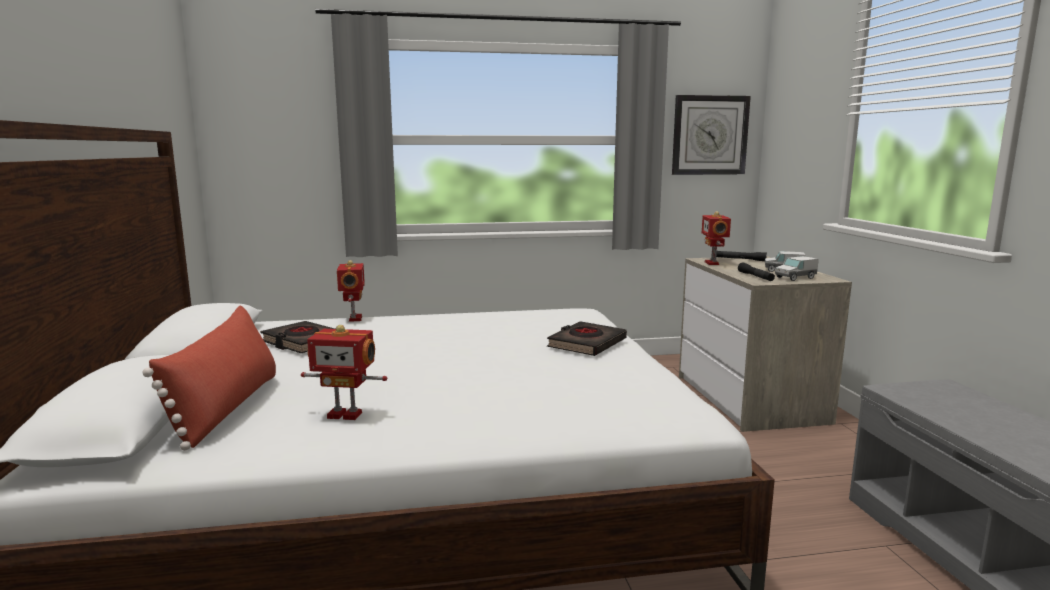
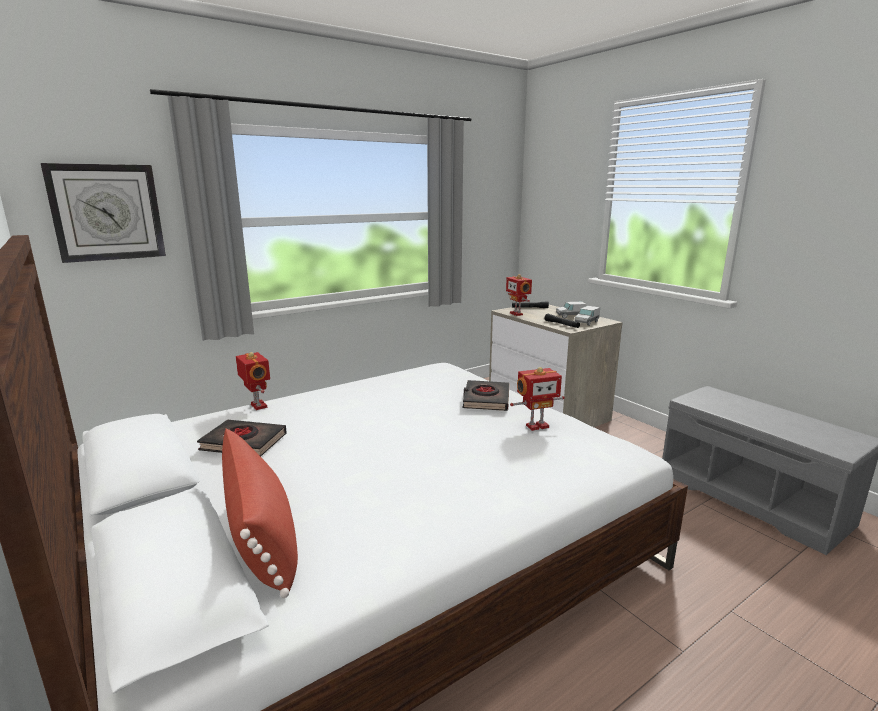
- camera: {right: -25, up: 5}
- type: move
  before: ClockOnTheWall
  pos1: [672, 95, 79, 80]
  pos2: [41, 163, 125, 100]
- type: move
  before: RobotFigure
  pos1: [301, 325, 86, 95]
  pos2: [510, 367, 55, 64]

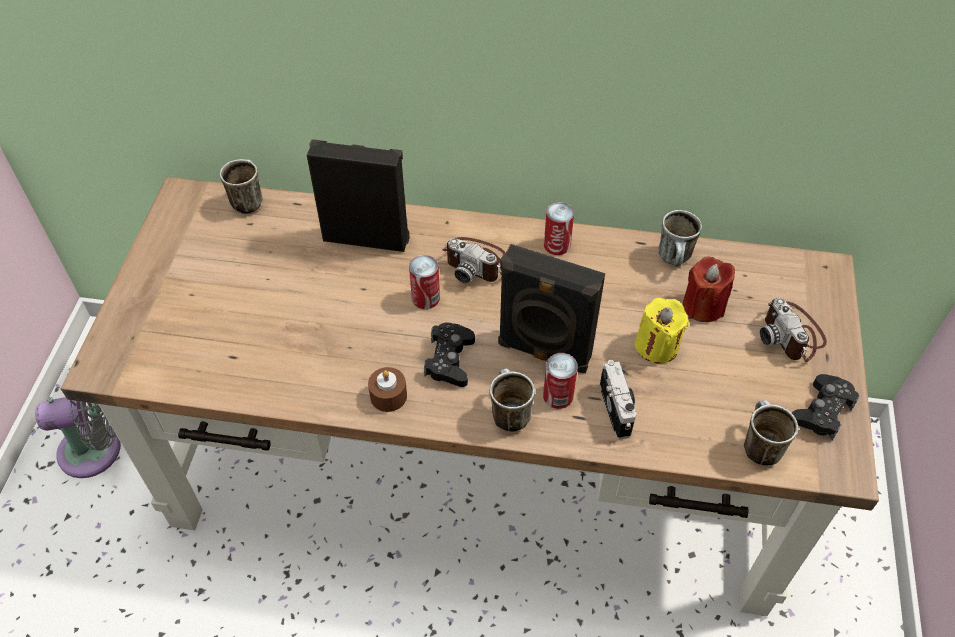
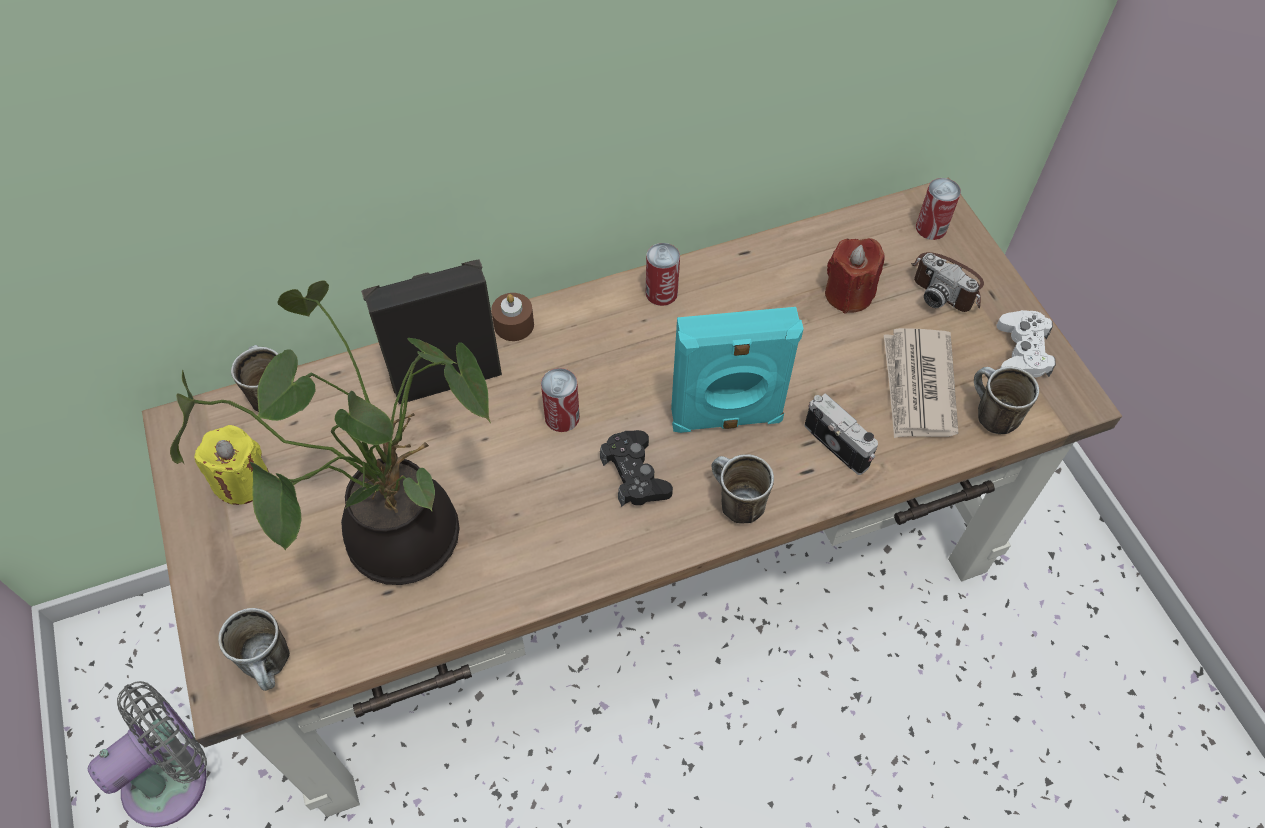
- camera: {right: -30, up: 5}
- type: move
  before: TeaMug
  pos1: [658, 210, 44, 56]
  pos2: [218, 608, 72, 83]
- type: delete
  before: PhotoCamera
  pos1: [442, 237, 63, 46]
- type: recolor
  before: BlackColouredLoudspeaker
  after: BlueGreenLoudspeaker
  pos1: [498, 244, 107, 129]
  pos2: [671, 307, 133, 126]
- type: move
  before: YellowishCandle
  pos1: [634, 298, 55, 66]
  pos2: [194, 425, 75, 80]
- type: move
  before: MetalCan
  pos1: [543, 353, 35, 56]
  pos2: [916, 178, 45, 62]
- type: move
  before: BrownCandle
  pos1: [368, 367, 39, 45]
  pos2: [491, 293, 43, 48]
- type: recolor
  before: BlackColouredGamepad
  after: WhiteColouredGamepad
  pos1: [792, 374, 68, 66]
  pos2: [997, 310, 59, 67]
- type: insert
  after: PottedPlant
  pos2: [170, 280, 321, 305]
- type: insert
  after: Newspaper
  pos2: [884, 328, 74, 110]

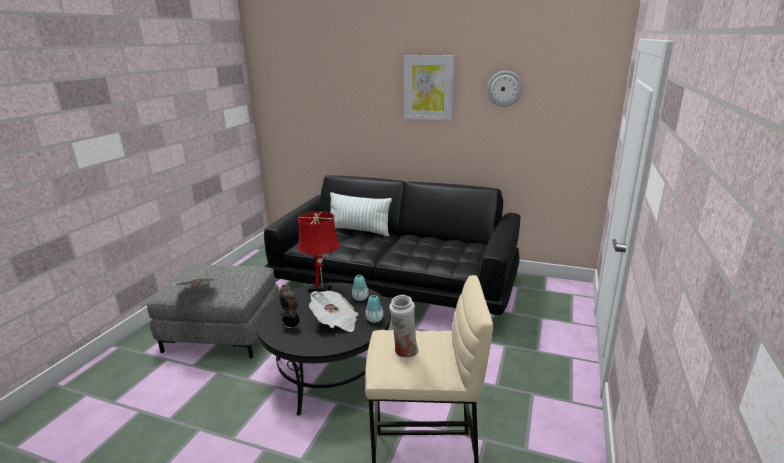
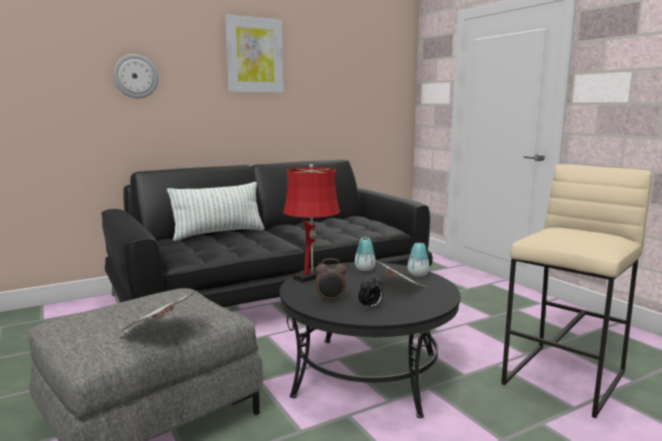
- camera: {right: -50, up: -10}
- type: move
  before: ClockOnTheWall
  pos1: [487, 71, 36, 36]
  pos2: [113, 54, 45, 44]
- type: delete
  before: WhiteColouredDecorativeVase
  pos1: [389, 295, 30, 62]

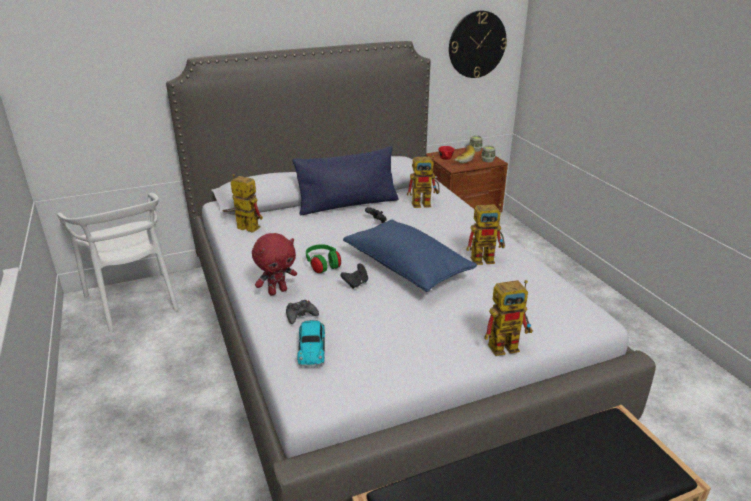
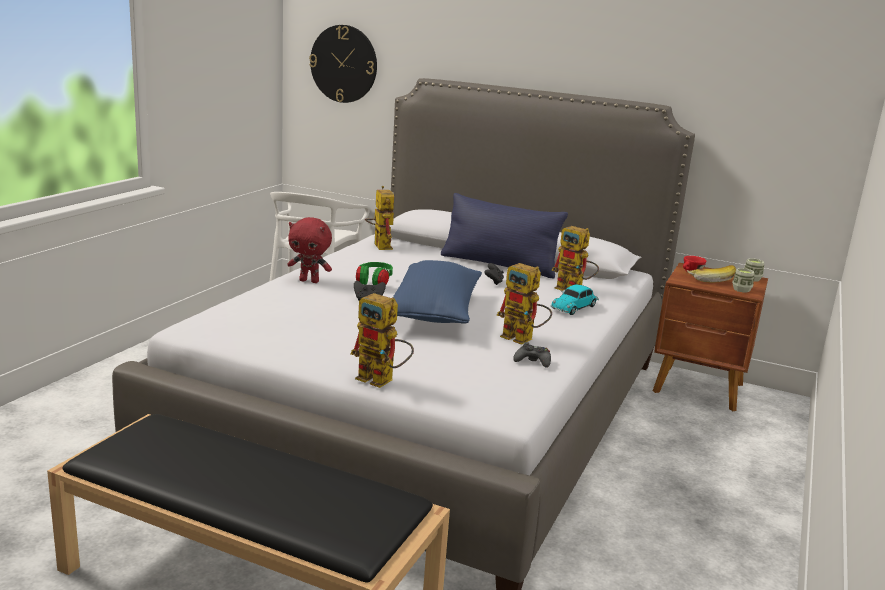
- camera: {right: 45, up: -10}
- type: move
  before: ClockOnTheWall
  pos1: [449, 11, 58, 67]
  pos2: [309, 25, 68, 78]
- type: move
  before: BlackColouredGamepad
  pos1: [286, 300, 33, 24]
  pos2: [513, 342, 38, 26]
- type: move
  before: ToyCar
  pos1: [297, 320, 28, 47]
  pos2: [551, 284, 48, 31]

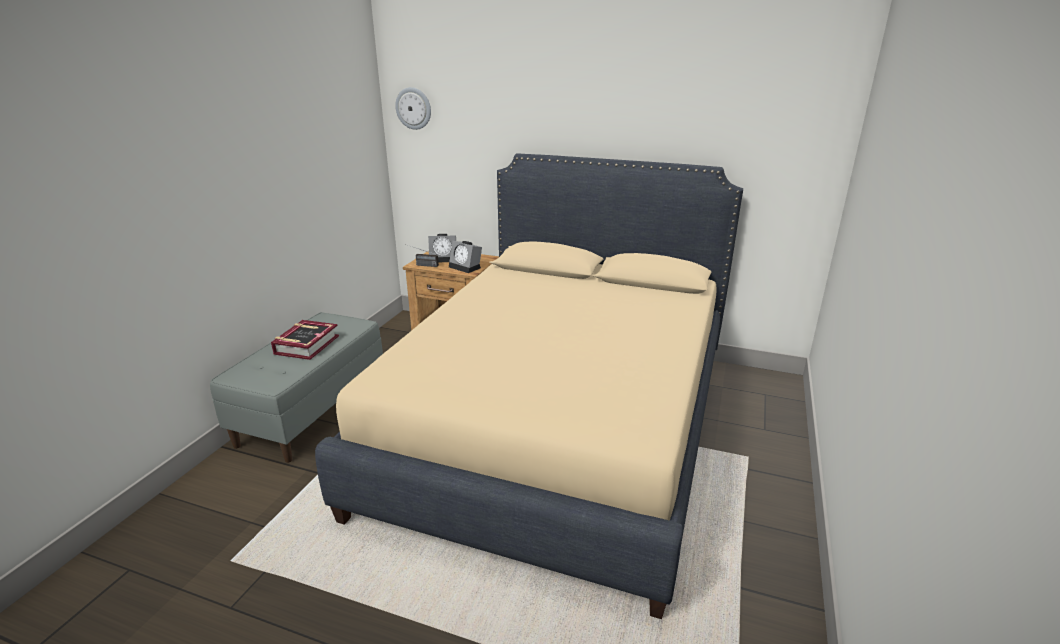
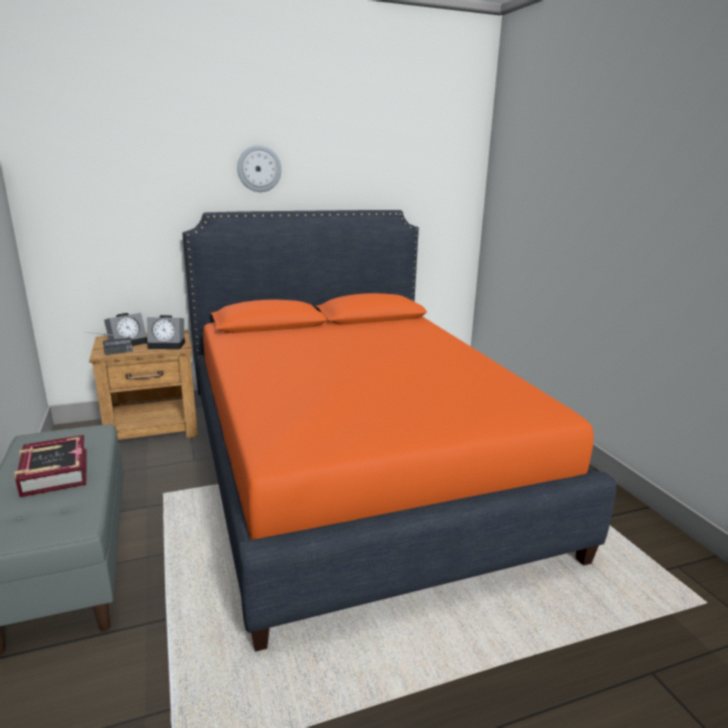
- camera: {right: -40, up: -5}
- type: move
  before: ClockOnTheWall
  pos1: [395, 87, 36, 43]
  pos2: [237, 145, 45, 47]
- type: recolor
  before: SandColouredBed
  after: OrangeBed
  pos1: [315, 153, 428, 466]
  pos2: [182, 210, 435, 442]

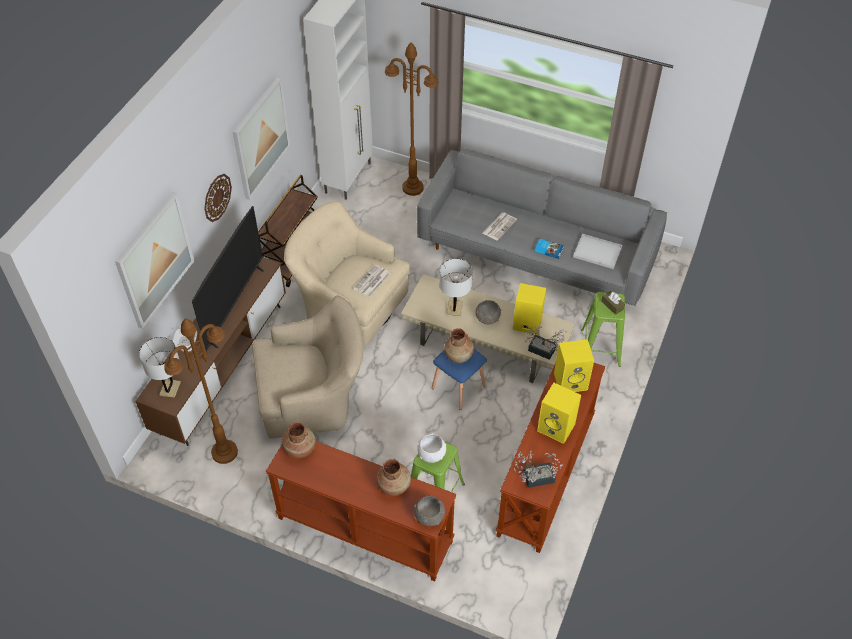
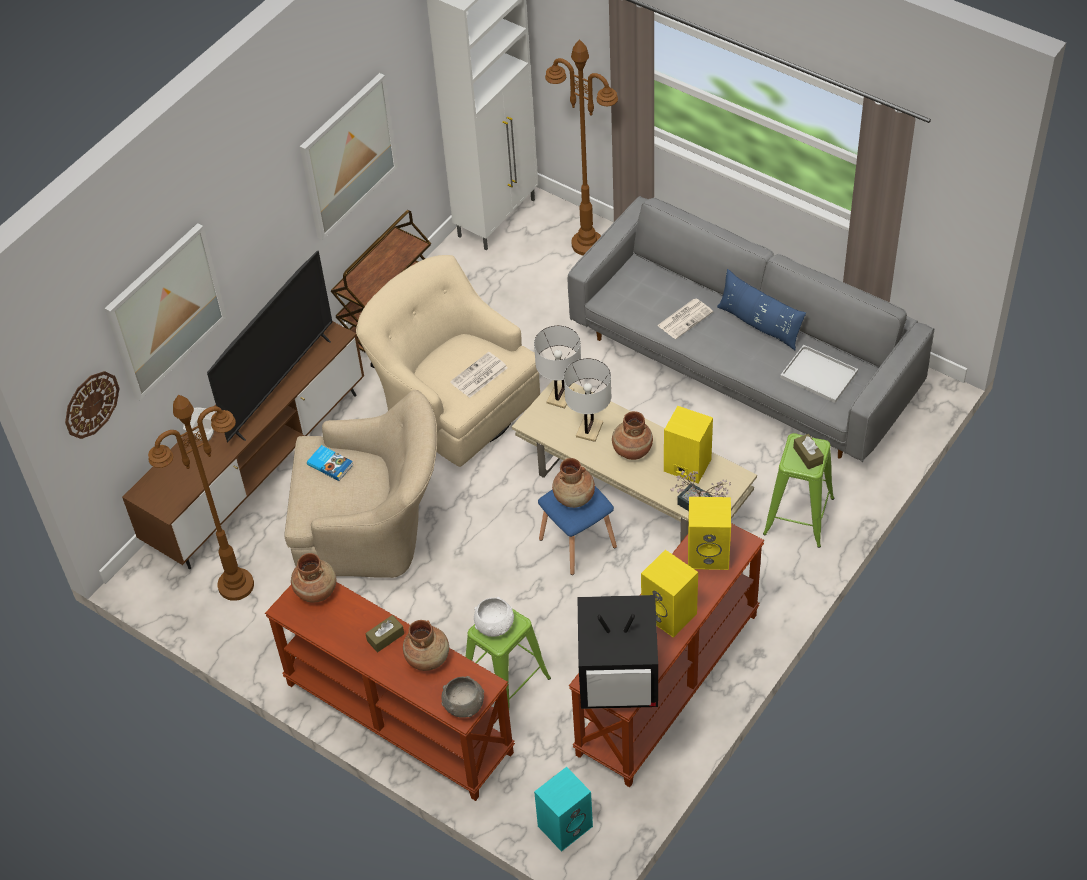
- camera: {right: 15, up: 0}
- type: move
  before: ClockOnTheWall
  pos1: [204, 174, 28, 48]
  pos2: [65, 371, 55, 68]
- type: move
  before: BoundBook
  pos1: [534, 239, 30, 20]
  pos2: [307, 445, 47, 36]
- type: replace
  before: GreyishServingBowl
  after: BrownDecorativeVase
  pos1: [475, 300, 26, 24]
  pos2: [612, 411, 41, 49]
- type: move
  before: WhiteColouredLampForATable
  pos1: [139, 337, 42, 61]
  pos2: [534, 325, 47, 83]
- type: replace
  before: PottedPlant
  after: Tv
  pos1: [514, 450, 49, 38]
  pos2: [577, 595, 81, 114]
- type: insert
  after: BluishPillow
  pos2: [717, 269, 89, 81]
- type: insert
  after: BrownBoxOfTissues
  pos2: [365, 615, 39, 37]
- type: insert
  after: BlueGreenLoudspeaker
  pos2: [534, 767, 59, 85]

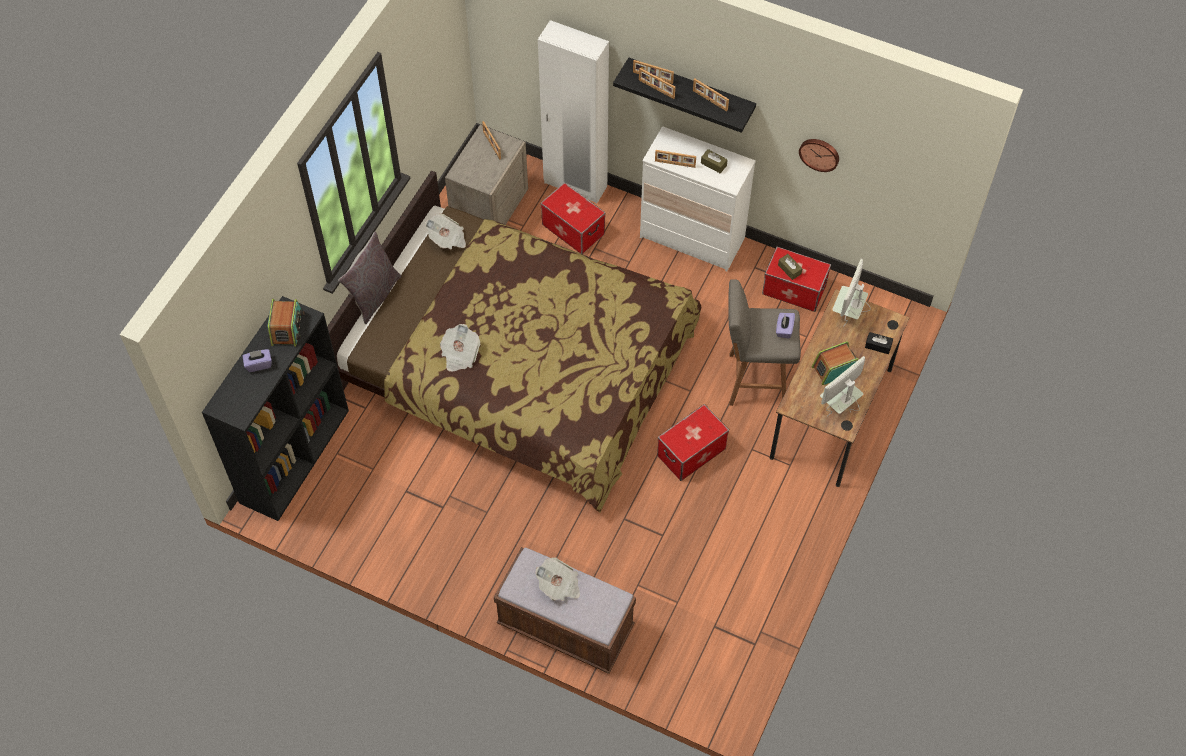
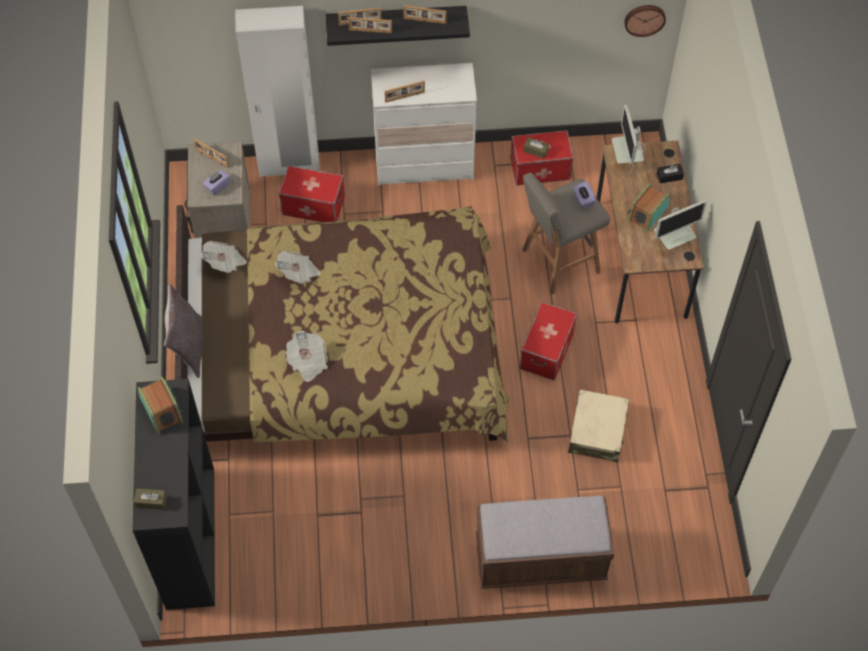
- camera: {right: -30, up: 0}
- type: move
  before: ClockOnTheWall
  pos1: [799, 139, 40, 33]
  pos2: [624, 5, 42, 32]
- type: move
  before: BrownBoxOfTissues
  pos1: [701, 149, 27, 25]
  pos2: [134, 488, 33, 22]
- type: move
  before: PurpleBoxOfTissues
  pos1: [243, 349, 29, 23]
  pos2: [203, 170, 27, 25]
- type: rotate
  before: ComputerScreen
  pos1: [820, 356, 45, 60]
  pos2: [654, 200, 52, 50]
  turn: -135
- type: move
  before: Newspaper
  pos1: [535, 557, 45, 44]
  pos2: [275, 250, 46, 34]
- type: insert
  after: SandColouredTravelCase
  pos2: [568, 389, 61, 73]

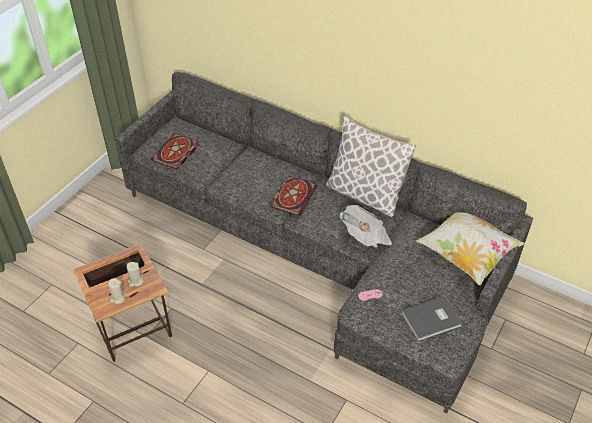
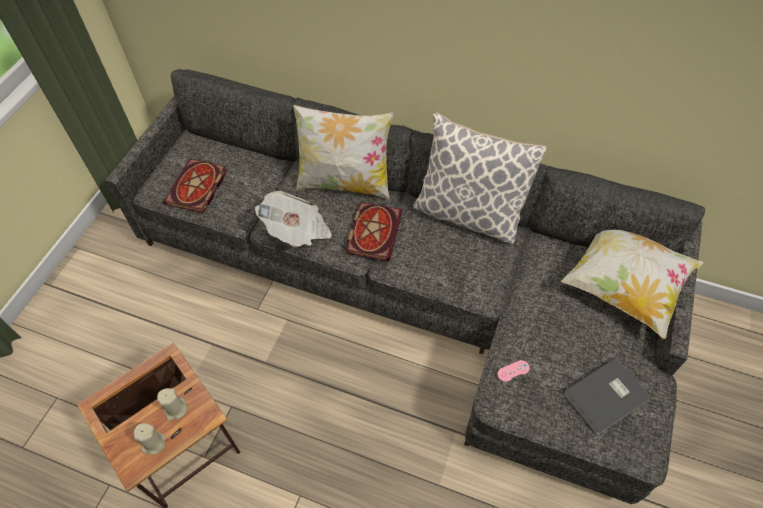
- camera: {right: -10, up: 10}
- type: move
  before: Newspaper
  pos1: [340, 205, 52, 43]
  pos2: [255, 191, 77, 56]
- type: insert
  after: Pillow
  pos2: [293, 105, 101, 95]

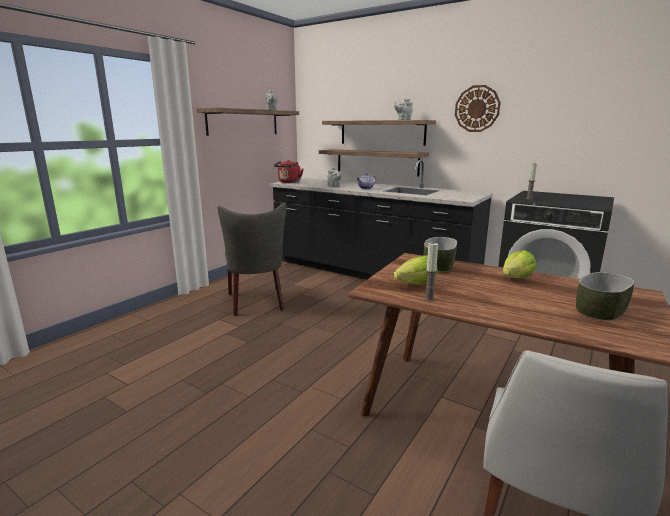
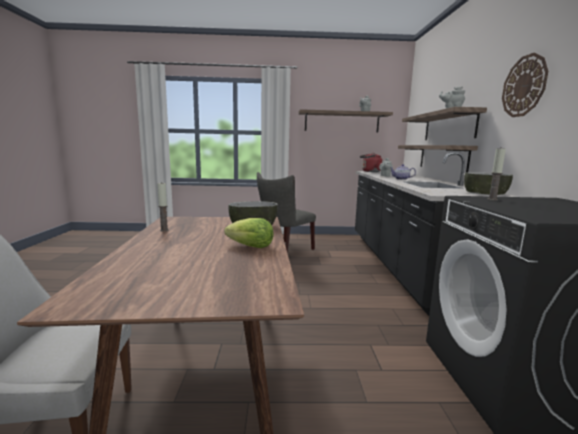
- camera: {right: 55, up: -5}
- type: delete
  before: Lettuce
  pos1: [394, 255, 44, 29]
- type: move
  before: ServingBowl
  pos1: [576, 272, 59, 49]
  pos2: [464, 172, 49, 23]

